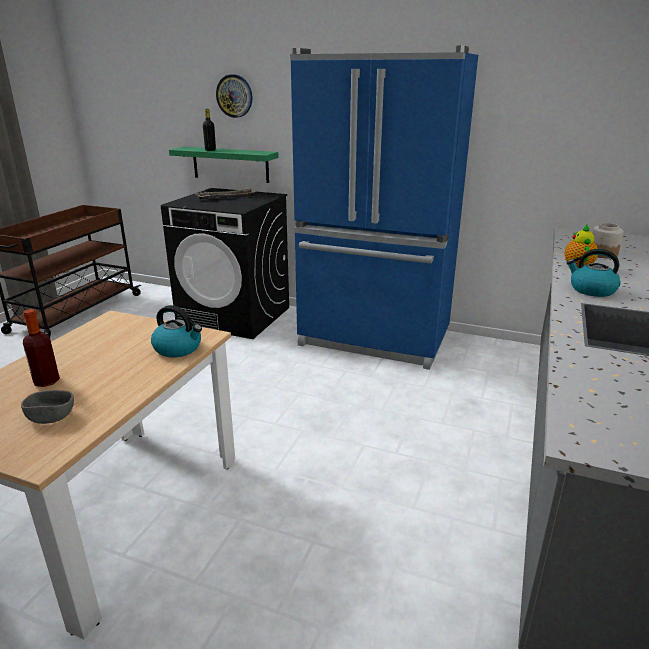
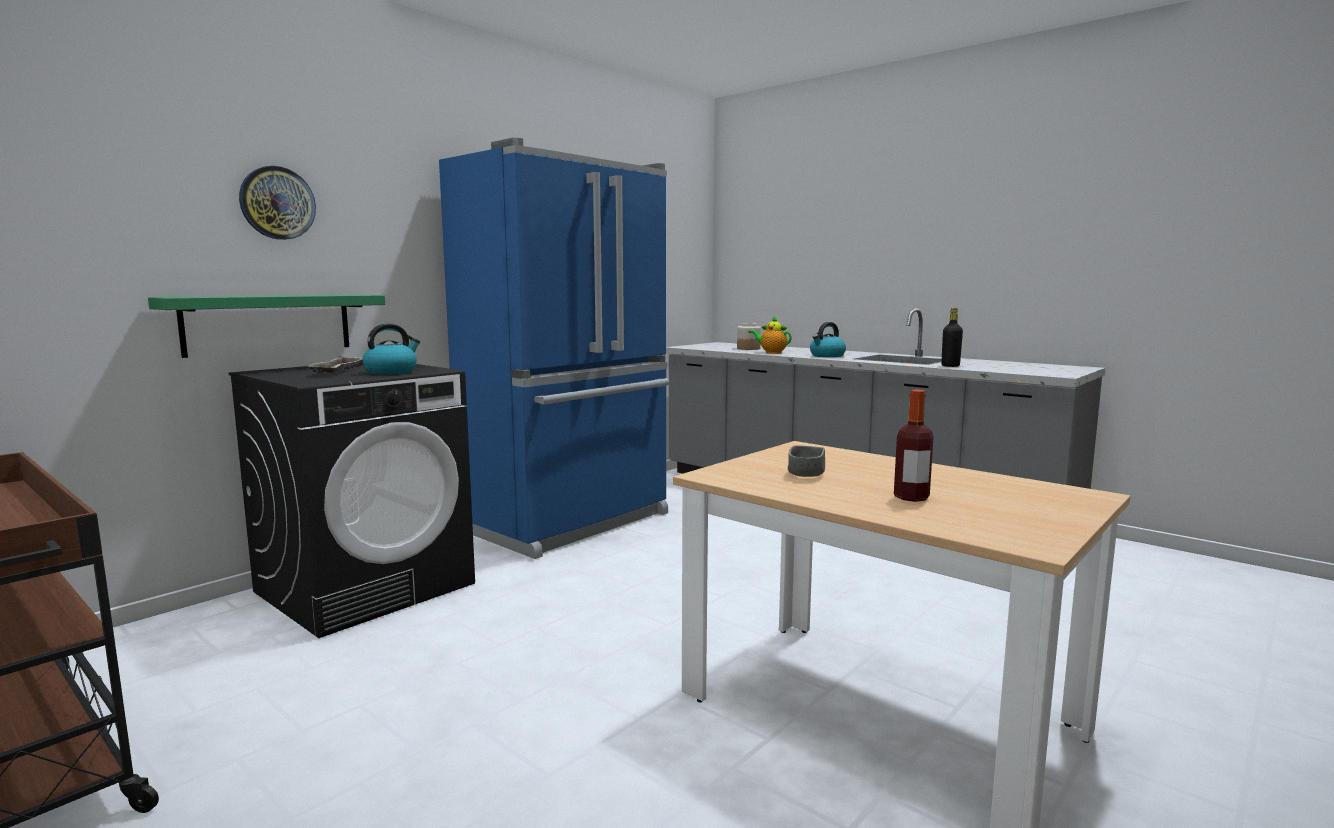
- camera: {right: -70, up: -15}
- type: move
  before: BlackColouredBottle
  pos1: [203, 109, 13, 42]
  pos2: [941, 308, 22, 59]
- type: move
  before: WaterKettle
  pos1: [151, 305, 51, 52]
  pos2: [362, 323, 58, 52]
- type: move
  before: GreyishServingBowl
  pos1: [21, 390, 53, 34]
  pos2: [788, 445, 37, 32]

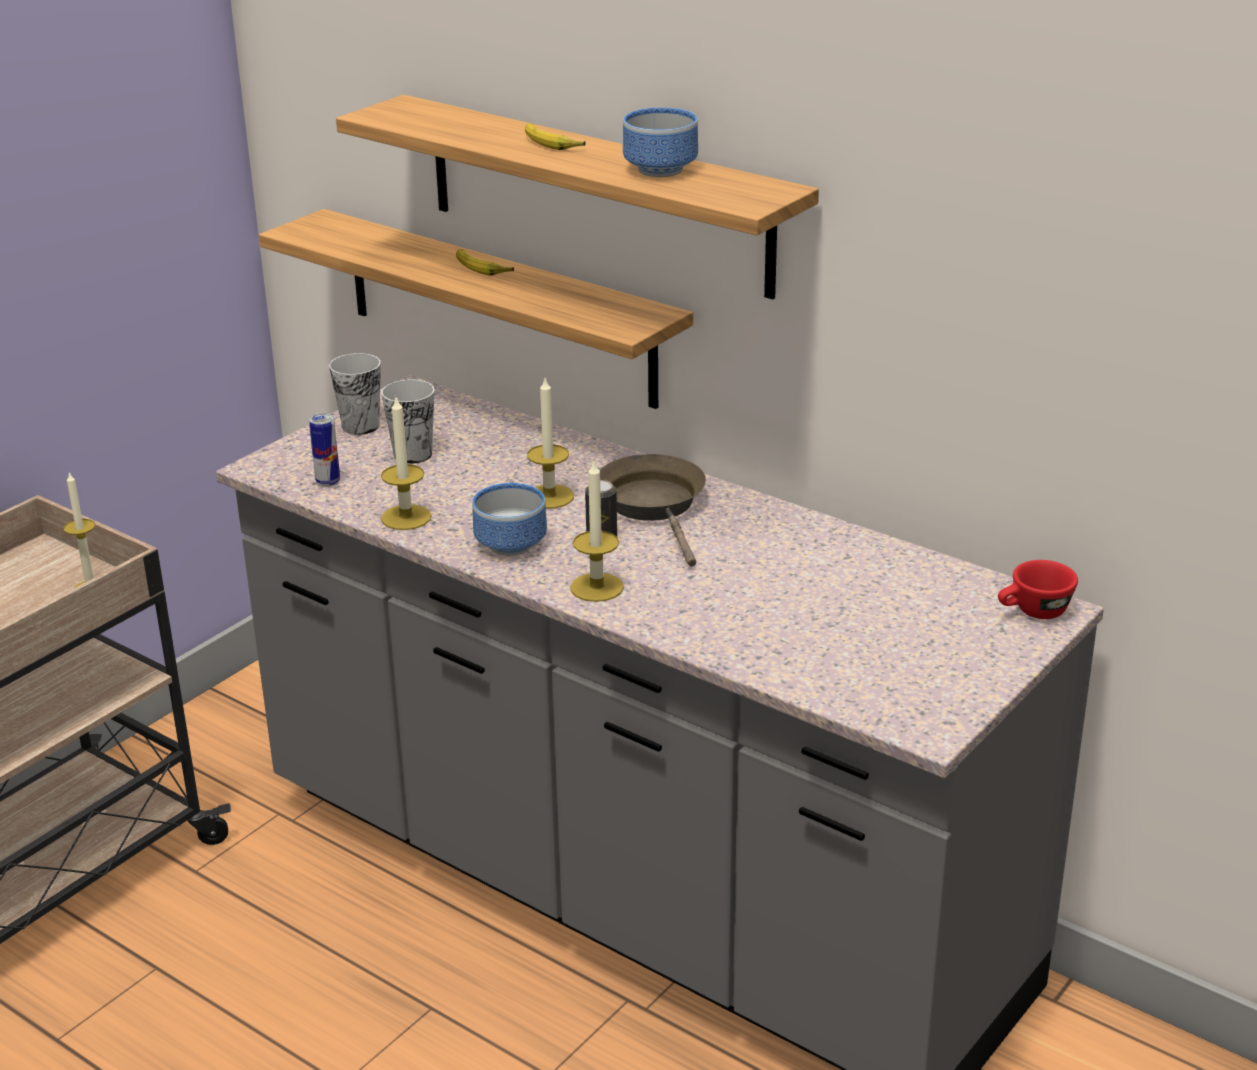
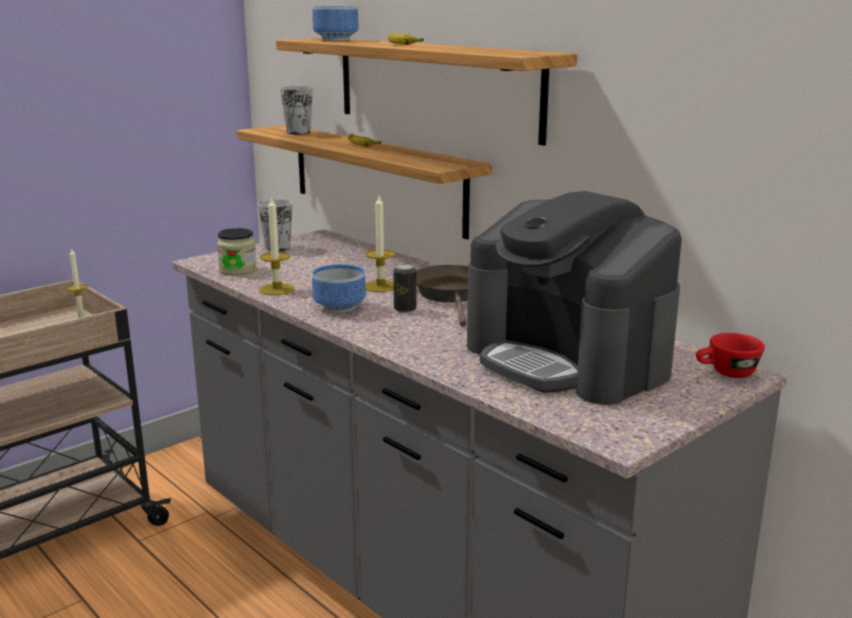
- camera: {right: 10, up: -10}
- type: move
  before: ServingBowl
  pos1: [623, 108, 75, 69]
  pos2: [312, 6, 47, 35]
- type: move
  before: DrinkingCup
  pos1: [381, 380, 53, 84]
  pos2: [280, 86, 33, 49]
- type: replace
  before: MetalCan
  after: StorageJar
  pos1: [309, 413, 31, 74]
  pos2: [217, 228, 40, 47]
- type: delete
  before: Candle
  pos1: [570, 460, 54, 142]
- type: insert
  after: CoffeeBrewer
  pos2: [467, 191, 215, 214]

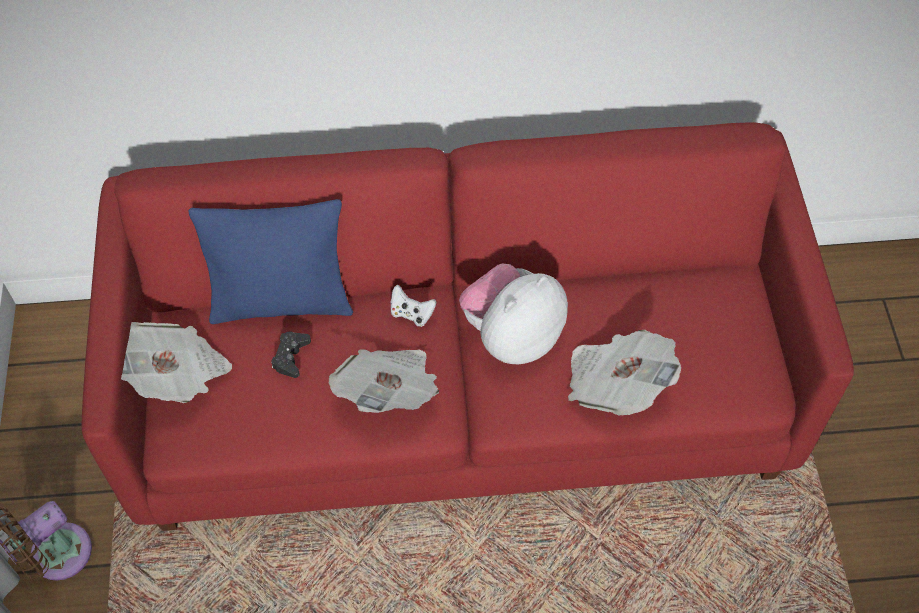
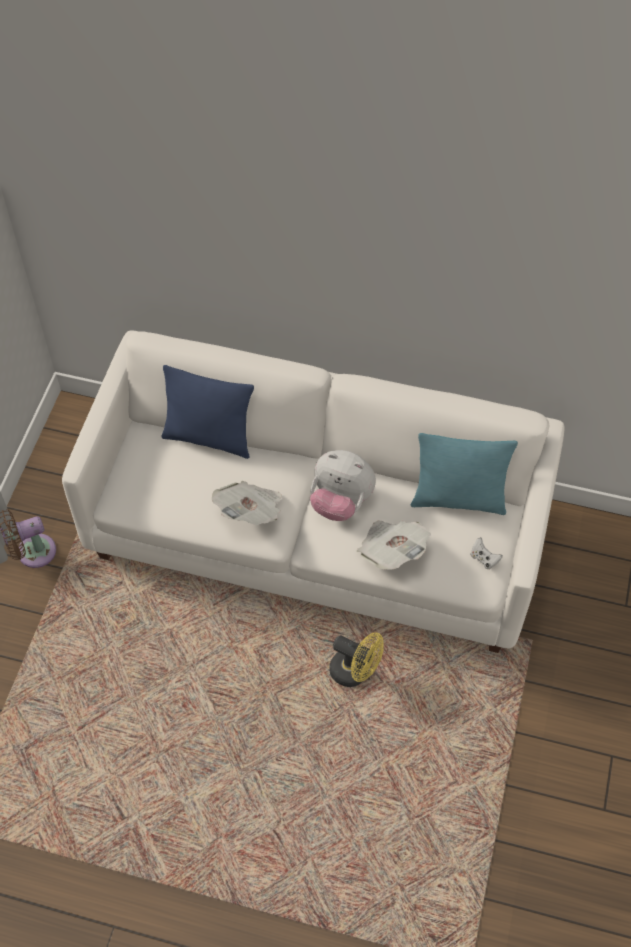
- camera: {right: 20, up: 0}
- type: recolor
  before: RedSofa
  after: WhiteColouredSofa
  pos1: [82, 122, 772, 409]
  pos2: [62, 330, 502, 323]
- type: rotate
  before: SoftToy
  pos1: [459, 264, 109, 100]
  pos2: [310, 450, 66, 71]
  turn: -135
- type: move
  before: WhiteColouredGamepad
  pos1: [391, 285, 45, 42]
  pos2: [471, 537, 32, 33]
- type: delete
  before: Newspaper
  pos1: [121, 322, 111, 81]
- type: delete
  before: BlackColouredGamepad
  pos1: [271, 332, 40, 46]
- type: insert
  after: BlueGreenPillow
  pos2: [411, 433, 107, 82]
- type: insert
  after: YellowishElectricFan
  pos2: [329, 632, 55, 55]

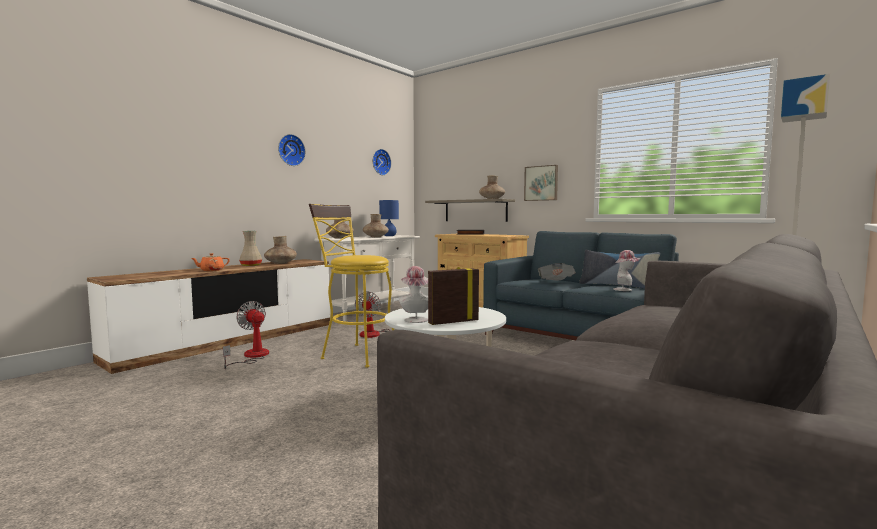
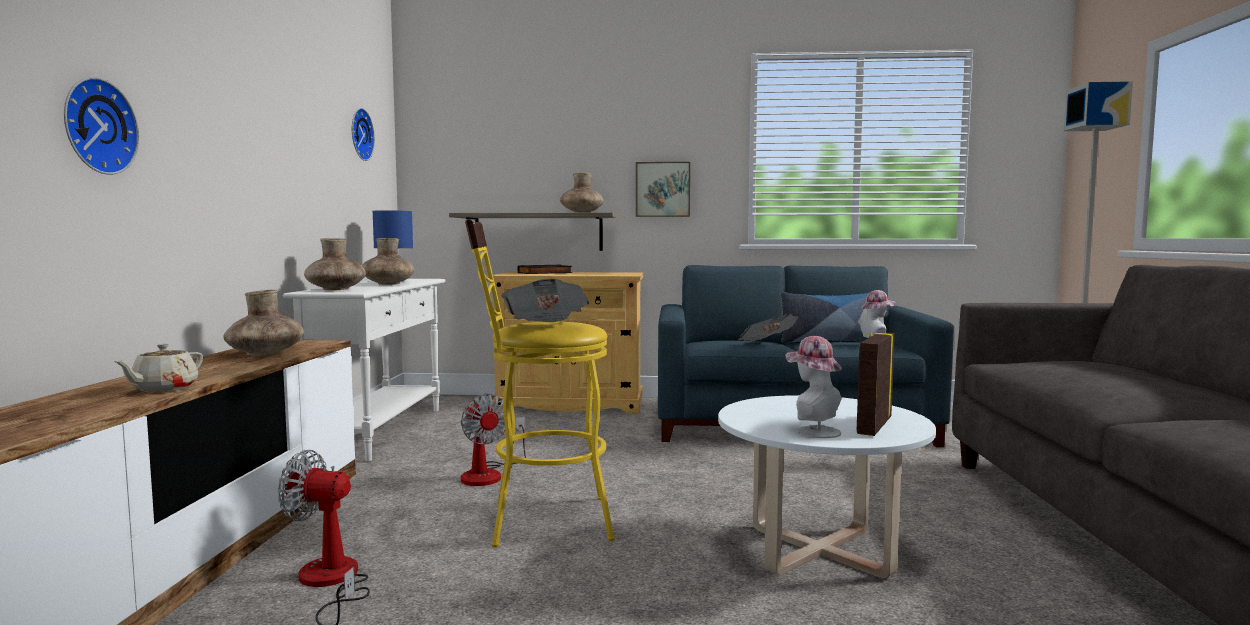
- camera: {right: -35, up: 0}
- type: move
  before: ClockOnTheWall
  pos1: [278, 134, 28, 32]
  pos2: [64, 77, 75, 98]
- type: delete
  before: SandColouredDecorativeVase
  pos1: [239, 231, 23, 35]
- type: recolor
  before: OrangePotForTea
  after: SandColouredPotForTea
  pos1: [191, 253, 39, 18]
  pos2: [114, 344, 89, 48]
- type: insert
  after: Newspaper
  pos2: [502, 279, 87, 43]

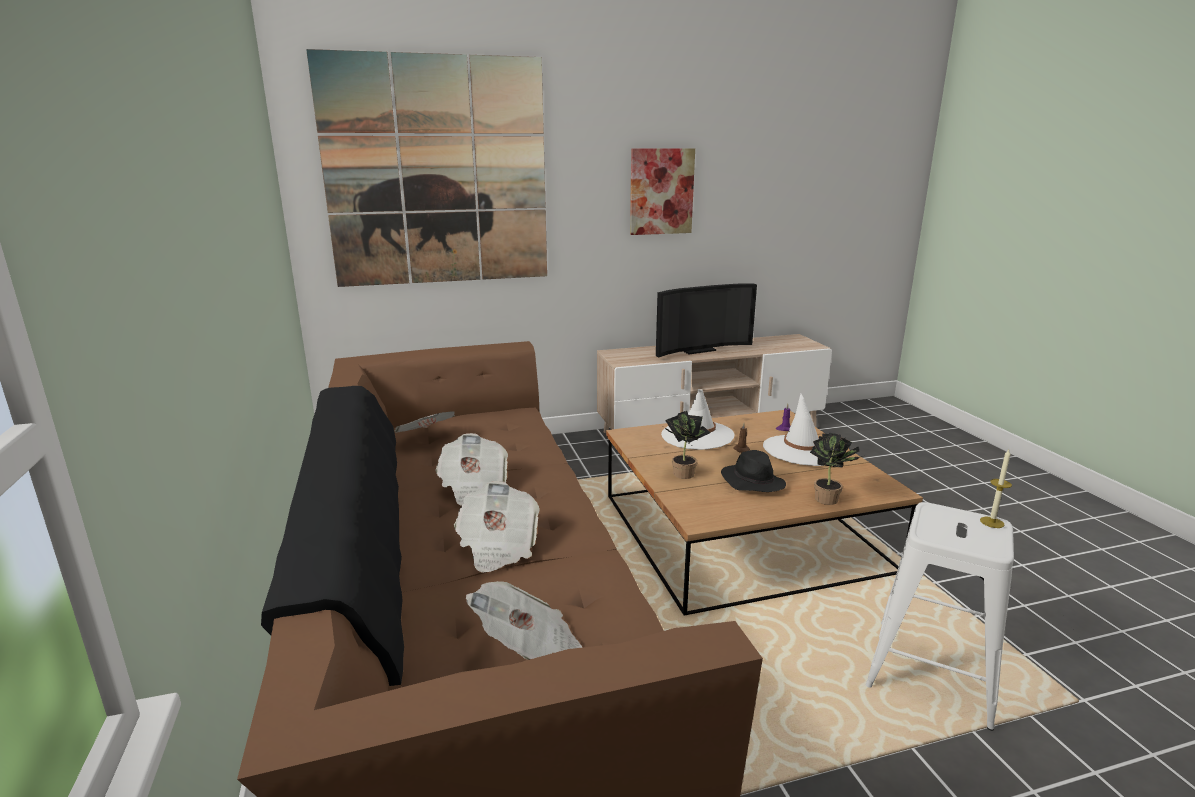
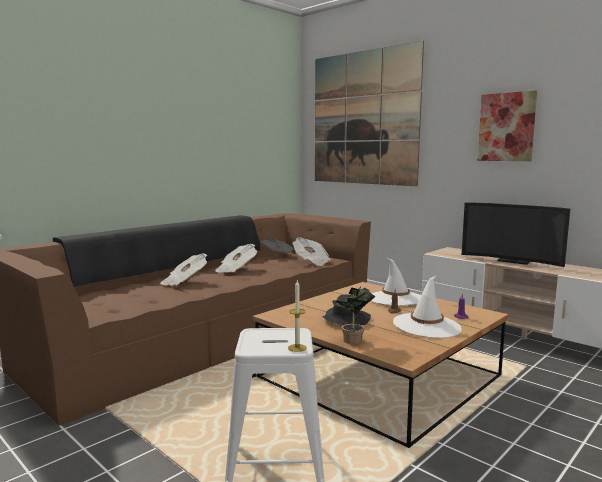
- camera: {right: 60, up: -10}
- type: delete
  before: PottedPlant
  pos1: [664, 411, 47, 68]
- type: move
  before: Newspaper
  pos1: [466, 581, 117, 79]
  pos2: [292, 238, 39, 28]

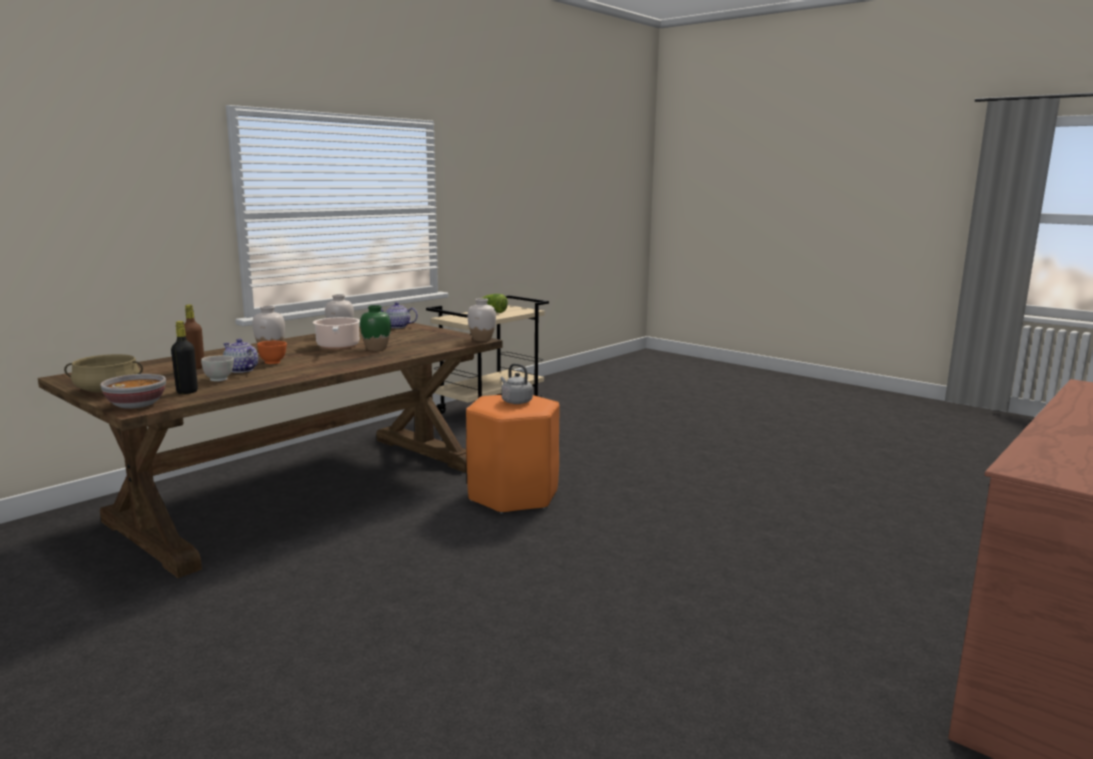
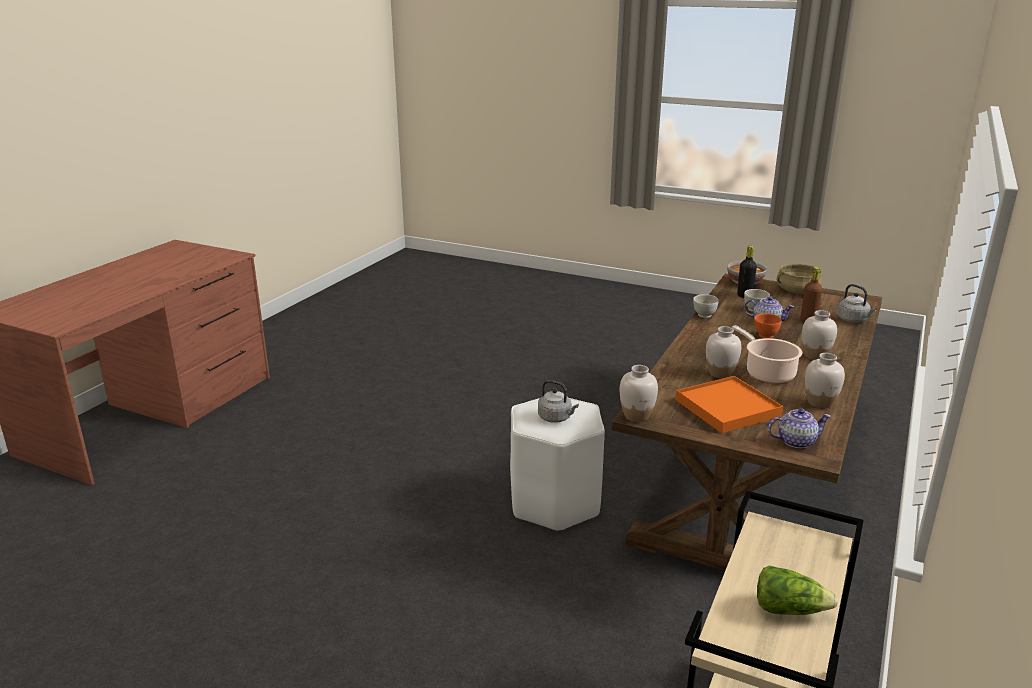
- camera: {right: 165, up: 10}
- type: recolor
  before: GreenDecorativeVase
  after: WhiteColouredDecorativeVase
  pos1: [360, 305, 31, 46]
  pos2: [706, 326, 35, 53]
- type: recolor
  before: OrangeStoolSeat
  after: WhiteColouredStoolSeat
  pos1: [466, 395, 94, 119]
  pos2: [510, 398, 95, 134]
- type: insert
  after: GreyishWaterKettle
  pos2: [837, 284, 40, 39]
- type: insert
  after: WhiteColouredServingBowl
  pos2: [693, 294, 26, 24]
- type: insert
  after: OrangeTray
  pos2: [676, 376, 107, 57]

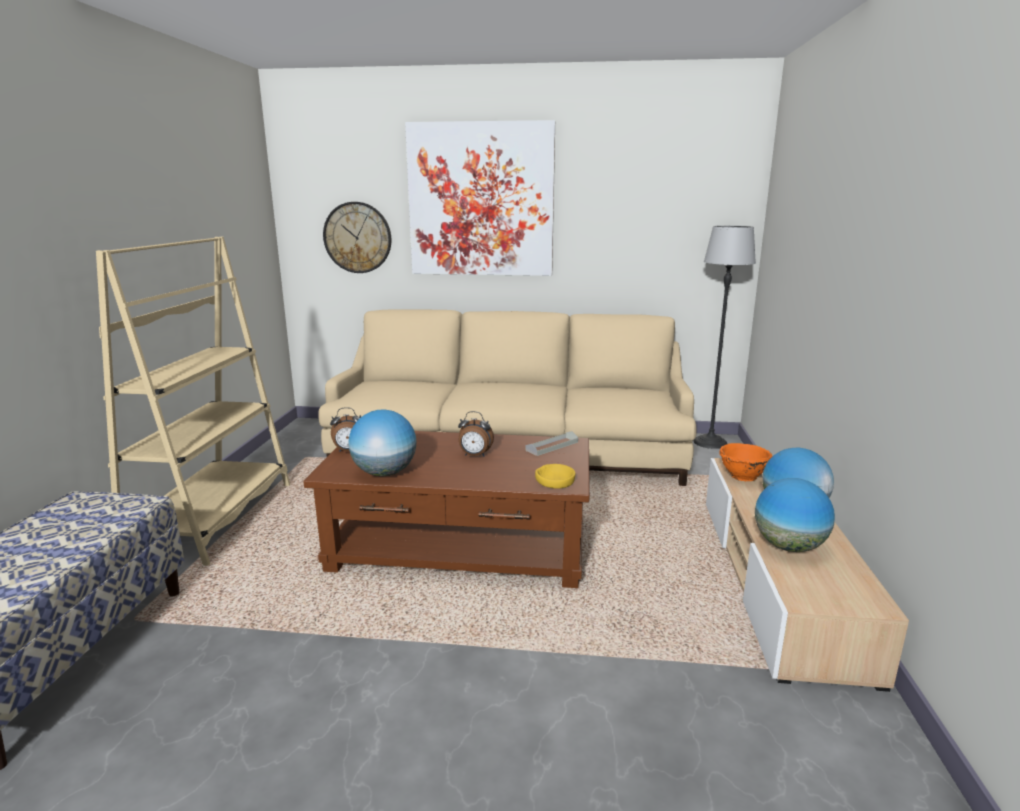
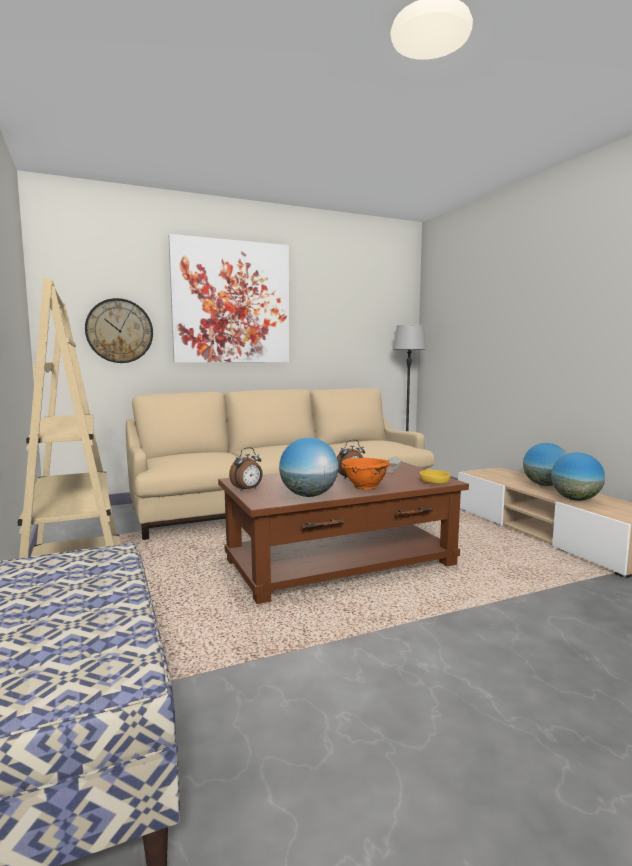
- camera: {right: -30, up: -10}
- type: move
  before: OrangeServingBowl
  pos1: [719, 443, 53, 38]
  pos2: [342, 458, 48, 32]

